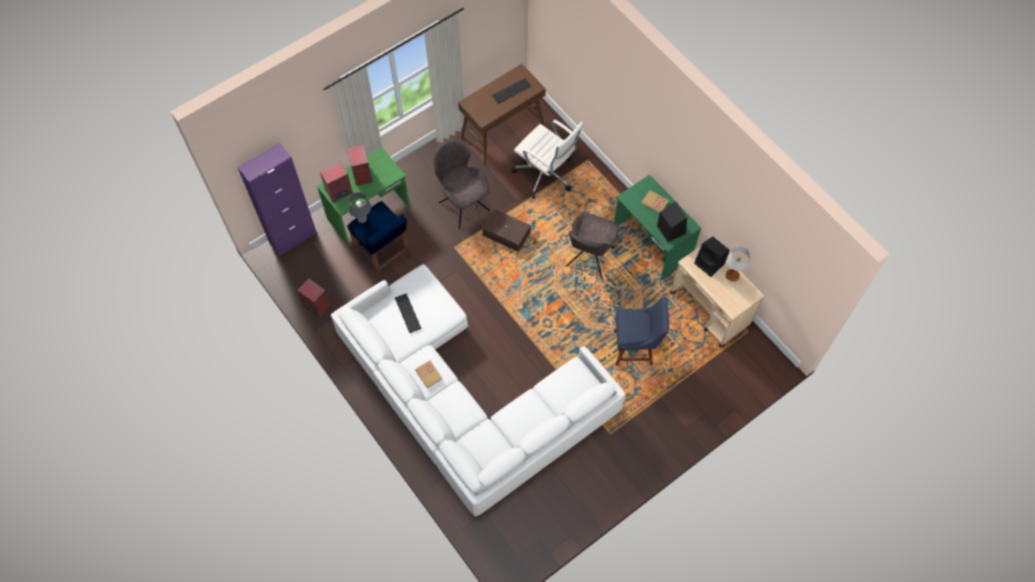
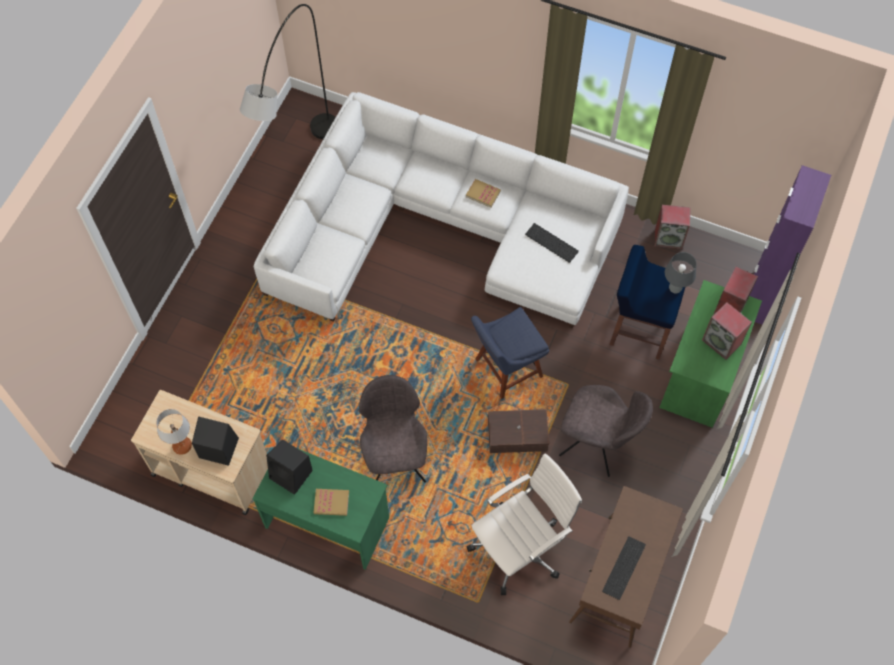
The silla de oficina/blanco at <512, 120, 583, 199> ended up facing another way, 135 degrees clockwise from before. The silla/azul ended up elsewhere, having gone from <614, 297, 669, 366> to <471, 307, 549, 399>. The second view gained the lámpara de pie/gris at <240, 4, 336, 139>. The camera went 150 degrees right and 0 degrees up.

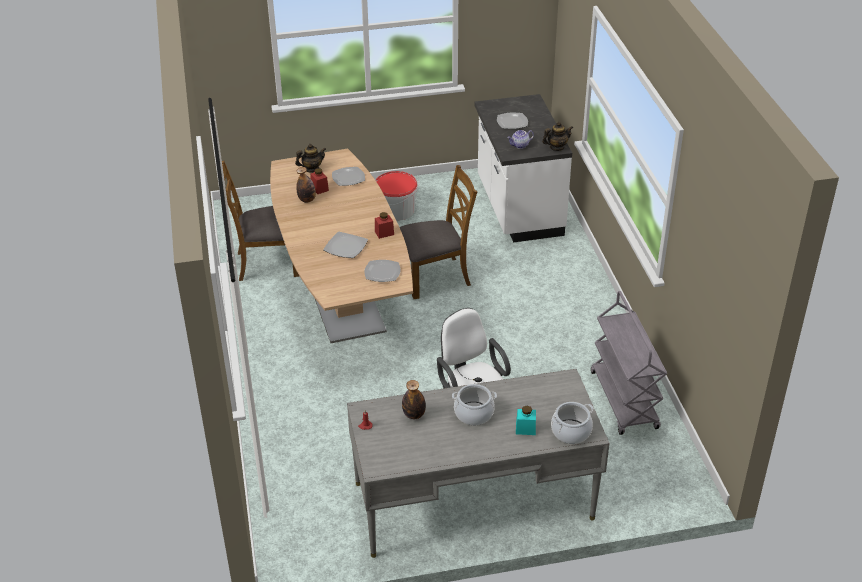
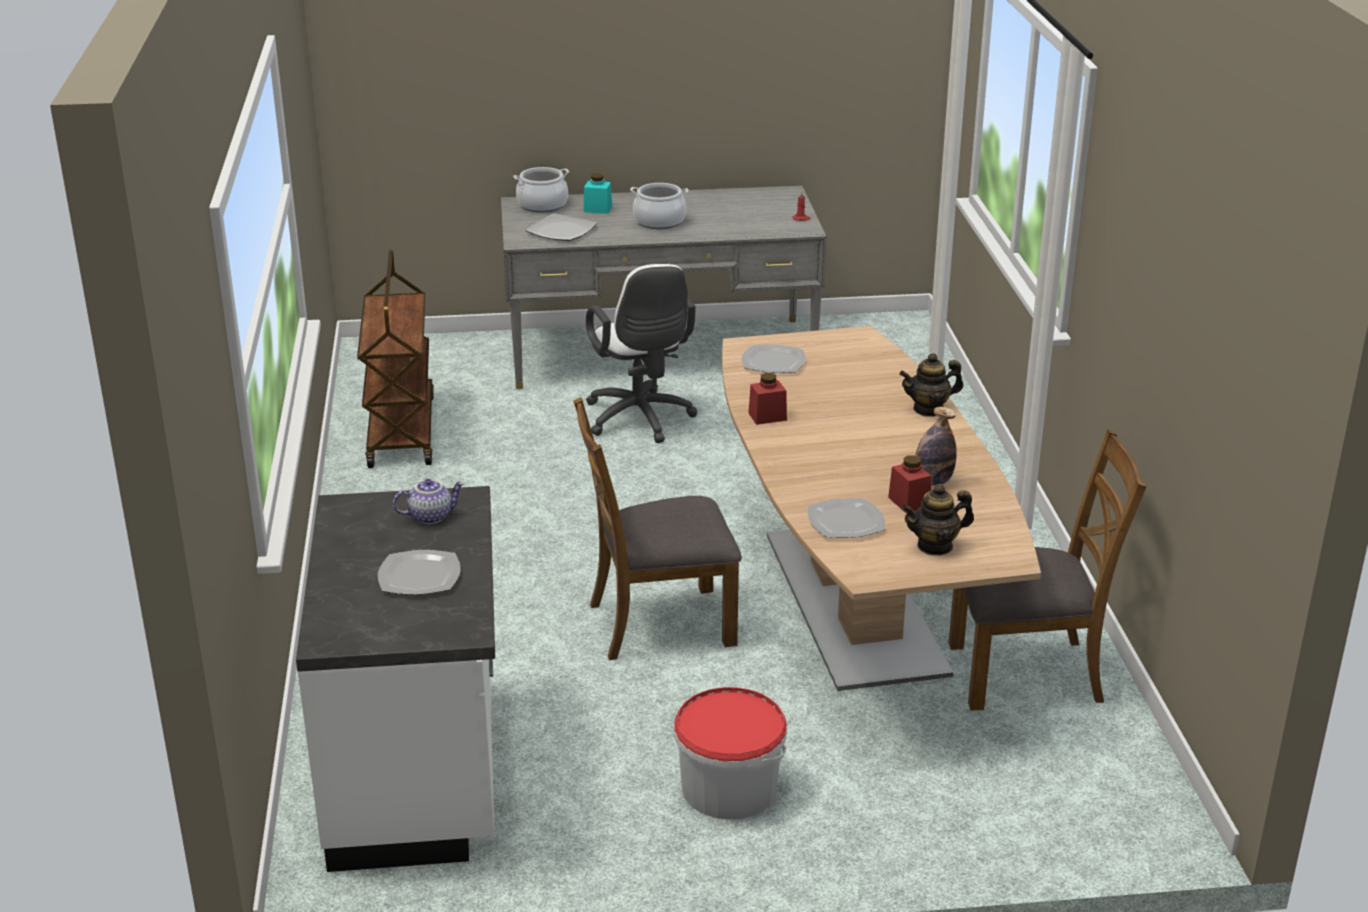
The tetera ended up elsewhere, having gone from <542, 122, 573, 151> to <899, 353, 963, 417>. The plato ended up elsewhere, having gone from <323, 232, 368, 258> to <525, 213, 597, 241>. What was the carrito/gris at <591, 291, 667, 435> turned into the carrito/marrón at <357, 250, 434, 468>. The second view lost the botella at <402, 380, 426, 419>. The camera went 175 degrees left and 10 degrees down.

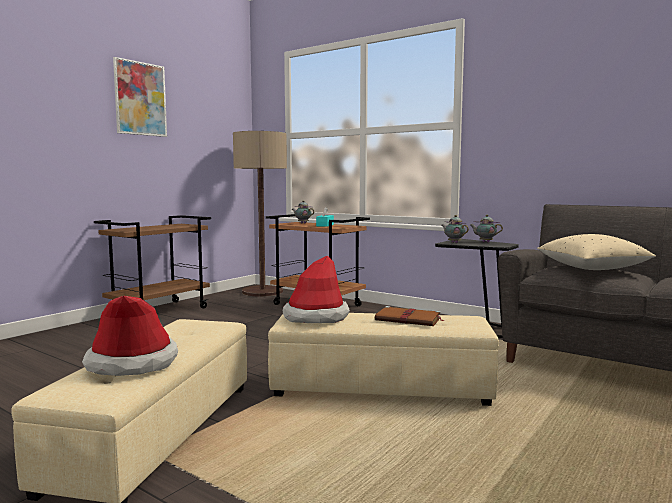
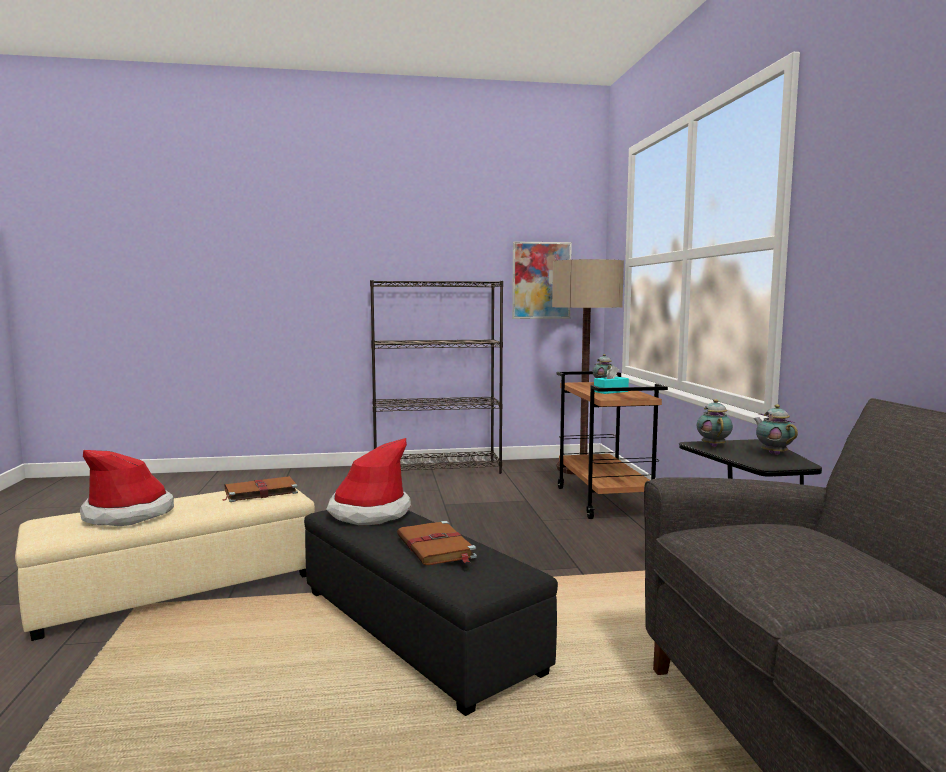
The cuadro ended up elsewhere, having gone from <113, 57, 167, 137> to <512, 241, 572, 319>. Where the carrito/marrón stood at <94, 215, 211, 309>, the estantería/negro came to stand at <370, 280, 503, 474>. The second view lost the cojín/beis at <537, 234, 656, 270>. What was the puf/beis at <268, 313, 499, 406> turned into the puf/negro at <304, 510, 558, 716>. The second view gained the libro/marrón at <222, 476, 298, 502>. The camera went 45 degrees right and 0 degrees up.

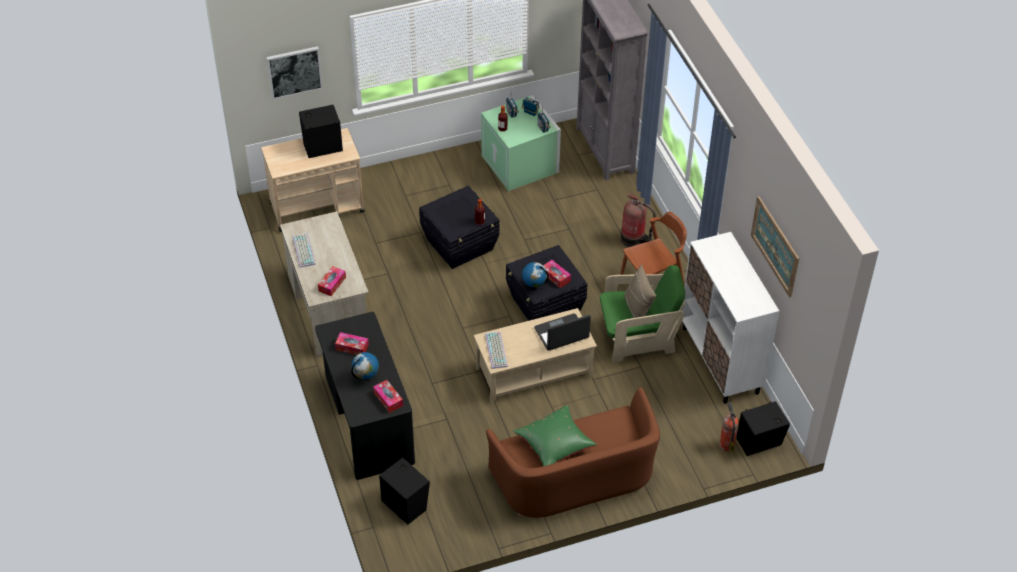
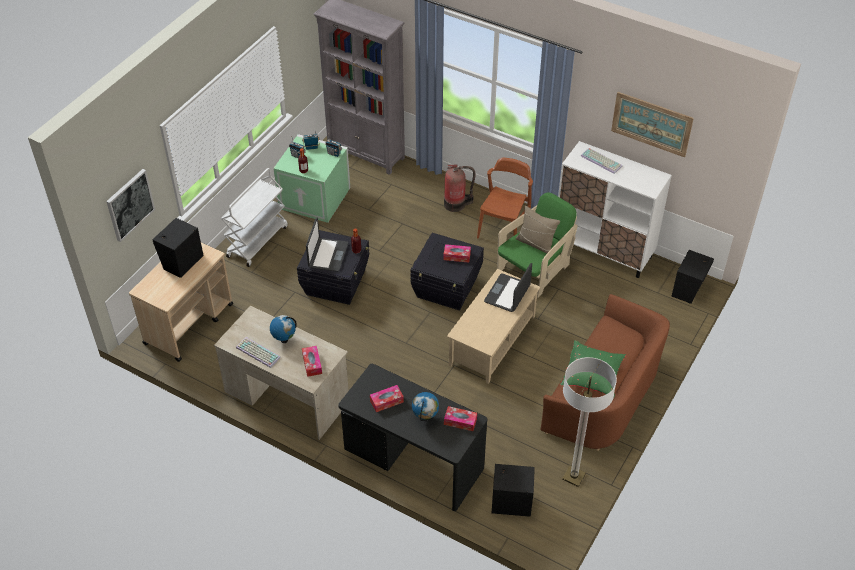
The globo terráqueo ended up elsewhere, having gone from <522, 262, 549, 290> to <270, 315, 297, 343>. The teclado ended up elsewhere, having gone from <485, 332, 508, 369> to <581, 148, 623, 174>. The second view lost the extintor at <719, 402, 739, 452>. The second view gained the carrito/blanco at <221, 168, 288, 267>. The second view gained the portátil at <306, 217, 348, 272>. The second view gained the lámpara de pie at <562, 357, 617, 487>. The camera went 40 degrees left and 0 degrees up.

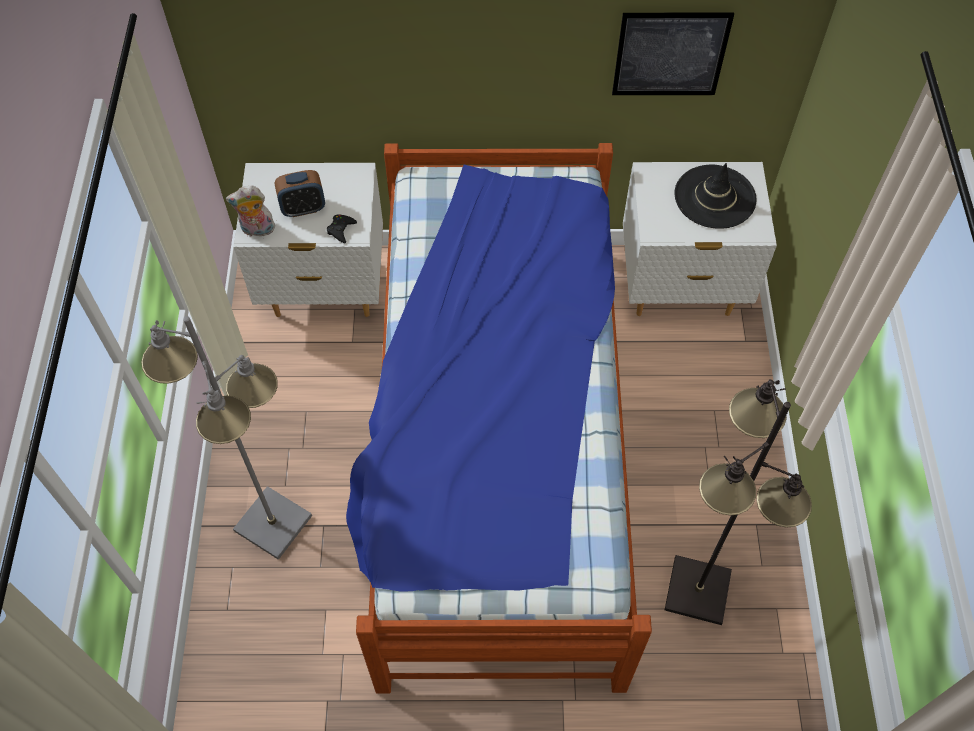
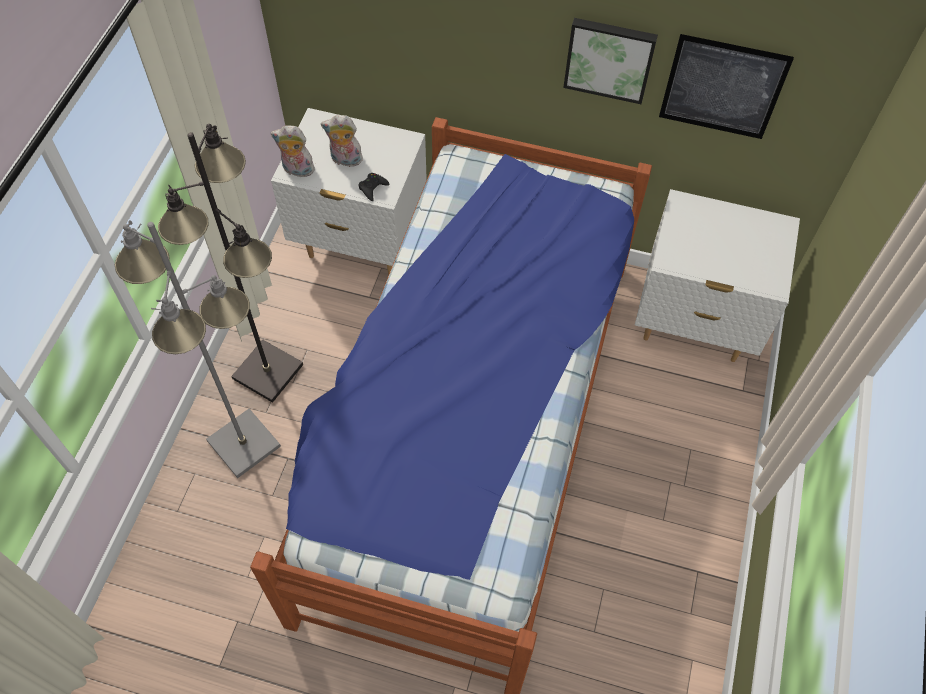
The second view lost the sombrero/negro at <675, 163, 756, 229>. Where the despertador stood at <275, 170, 325, 217>, the peluche came to stand at <321, 115, 363, 167>. The lámpara de pie/negro ended up elsewhere, having gone from <665, 379, 812, 625> to <158, 124, 303, 403>. The second view gained the cuadro at <563, 18, 658, 104>. The camera went 15 degrees right and 0 degrees up.

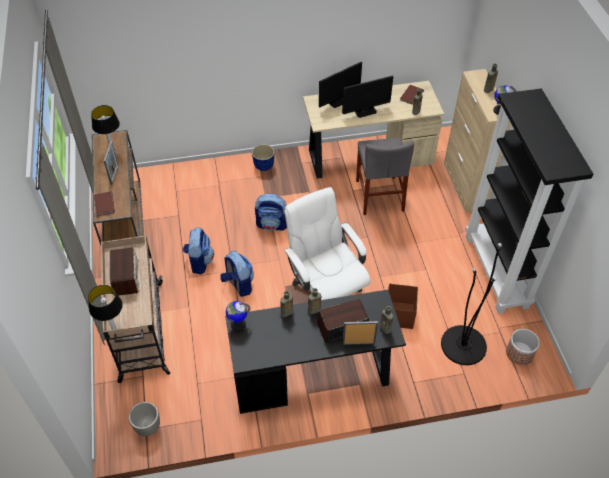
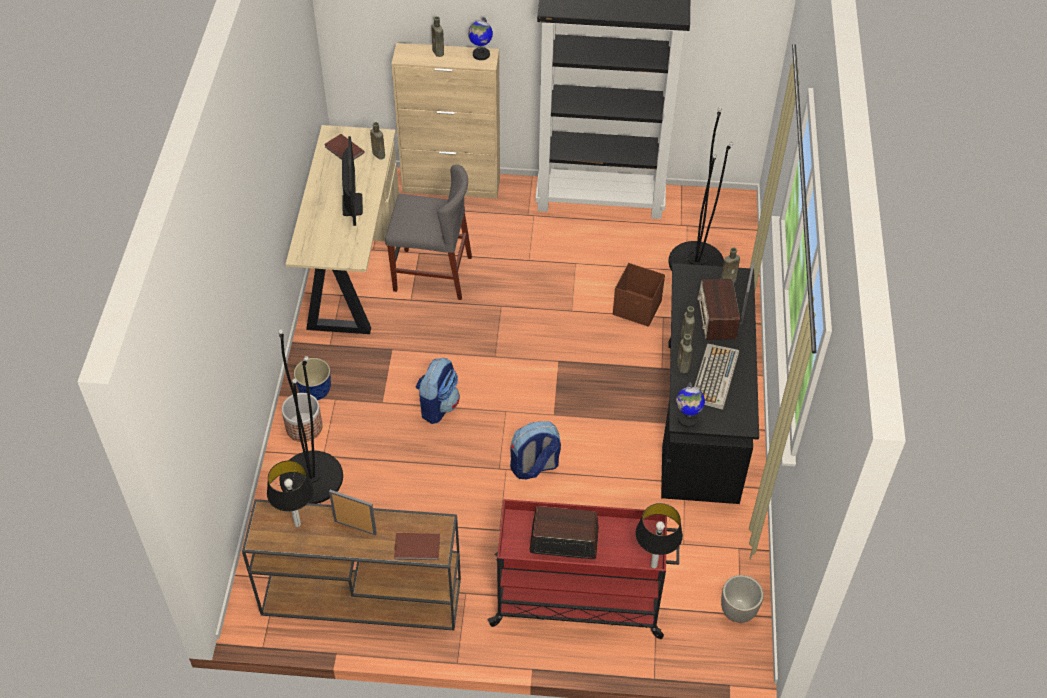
The second view lost the monitor at <319, 62, 362, 108>. The second view lost the silla de oficina/blanco at <284, 187, 370, 300>. The second view lost the mochila at <183, 228, 214, 274>. What was the carrito/beis at <101, 236, 170, 383> turned into the carrito/rojo at <487, 499, 679, 639>. The maceta ended up elsewhere, having gone from <506, 329, 540, 365> to <282, 393, 323, 442>. The second view gained the lámpara de pie/negro at <278, 329, 343, 504>. The second view gained the teclado at <694, 344, 739, 410>. The camera went 75 degrees left and 0 degrees up.

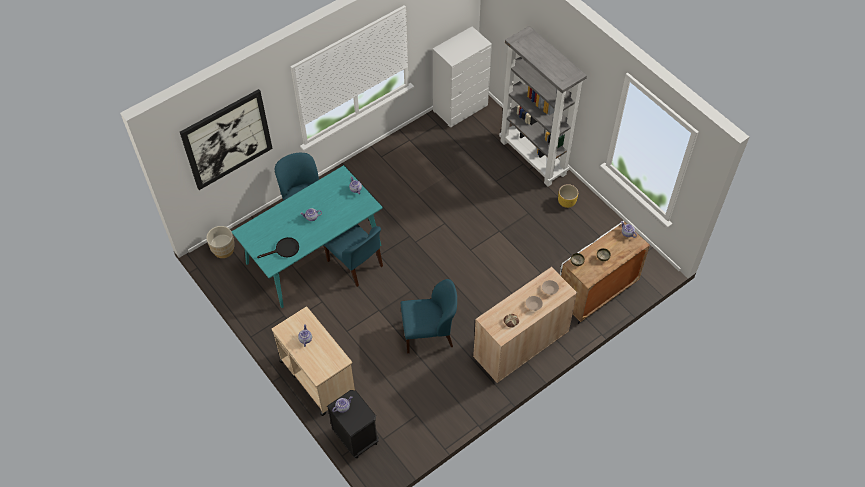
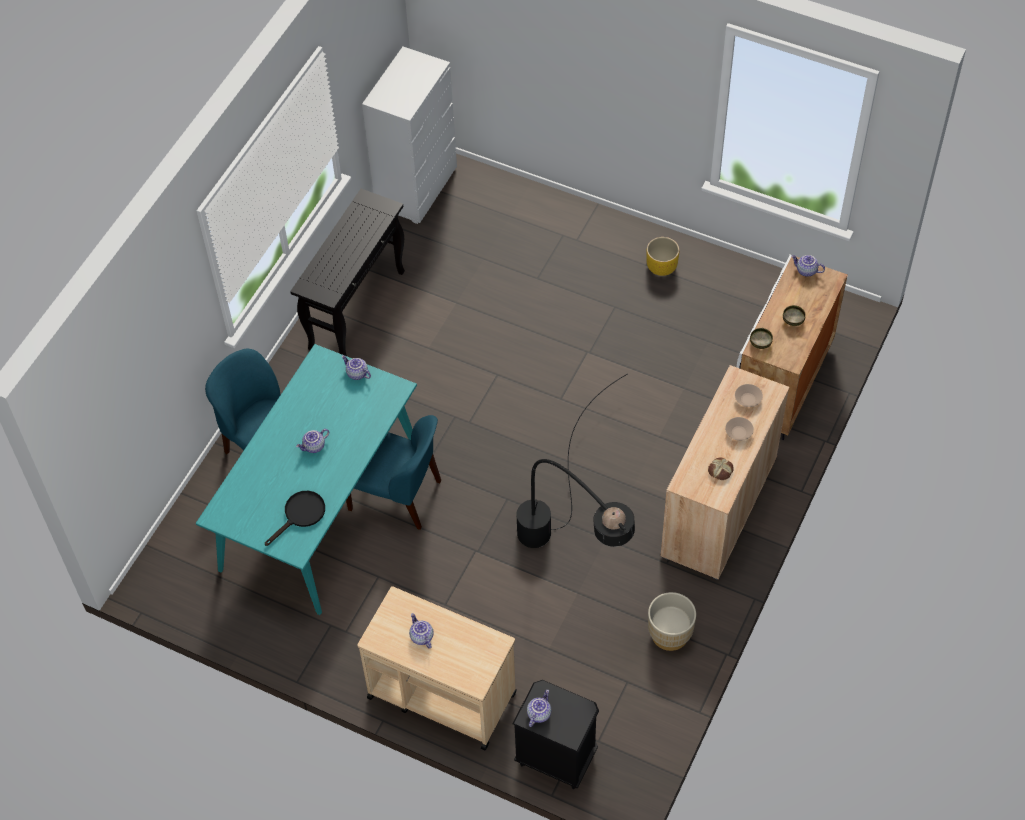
The second view lost the estantería/gris at <499, 26, 587, 186>. The second view lost the cuadro at <180, 89, 273, 190>. The maceta/beis ended up elsewhere, having gone from <206, 226, 235, 258> to <648, 592, 696, 651>. Where the silla/azul stood at <401, 279, 457, 353>, the lámpara de pie/negro came to stand at <517, 374, 635, 548>. The second view gained the mesa consola/negro at <290, 189, 405, 356>. The camera went 25 degrees left and 0 degrees up.

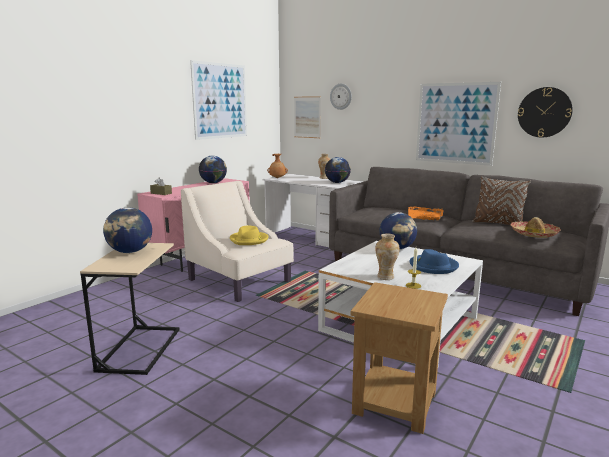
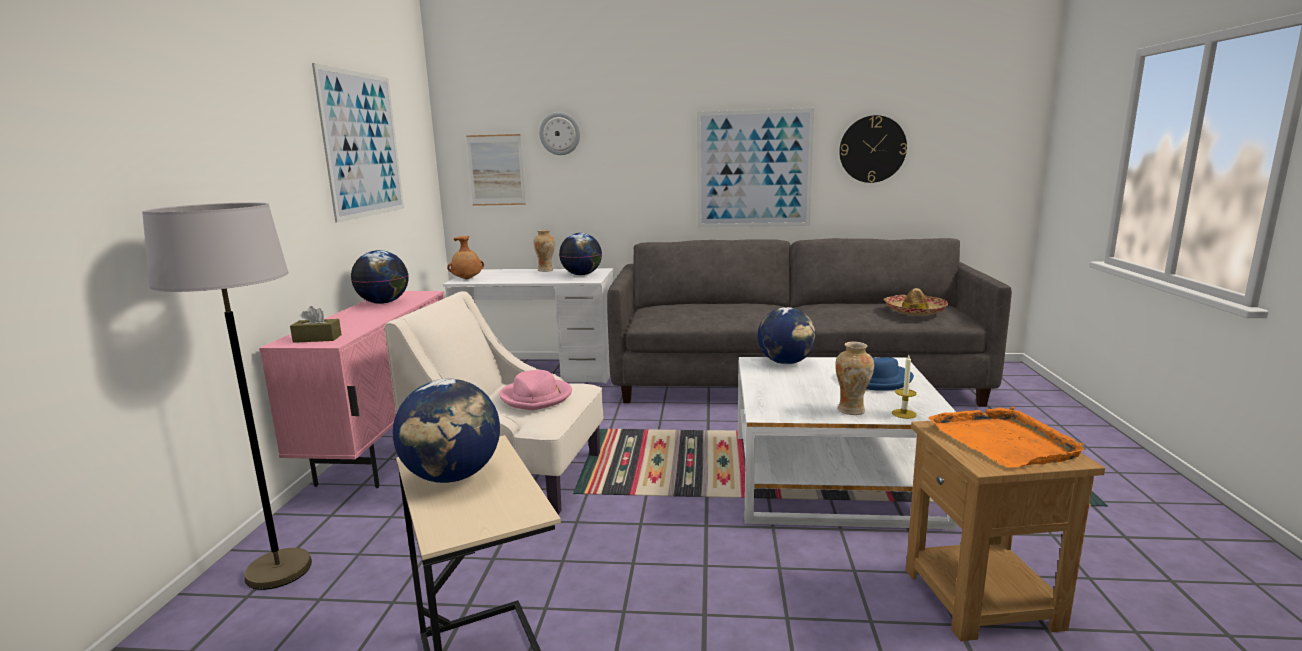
The second view lost the cojín/marrón at <472, 176, 531, 225>. The bandeja/naranja ended up elsewhere, having gone from <408, 207, 444, 220> to <928, 407, 1086, 468>. What was the sombrero/amarillo at <230, 225, 269, 245> turned into the sombrero/rosa at <499, 370, 572, 410>. The second view gained the lámpara de pie/gris at <142, 202, 312, 590>. The camera went 30 degrees left and 0 degrees up.

